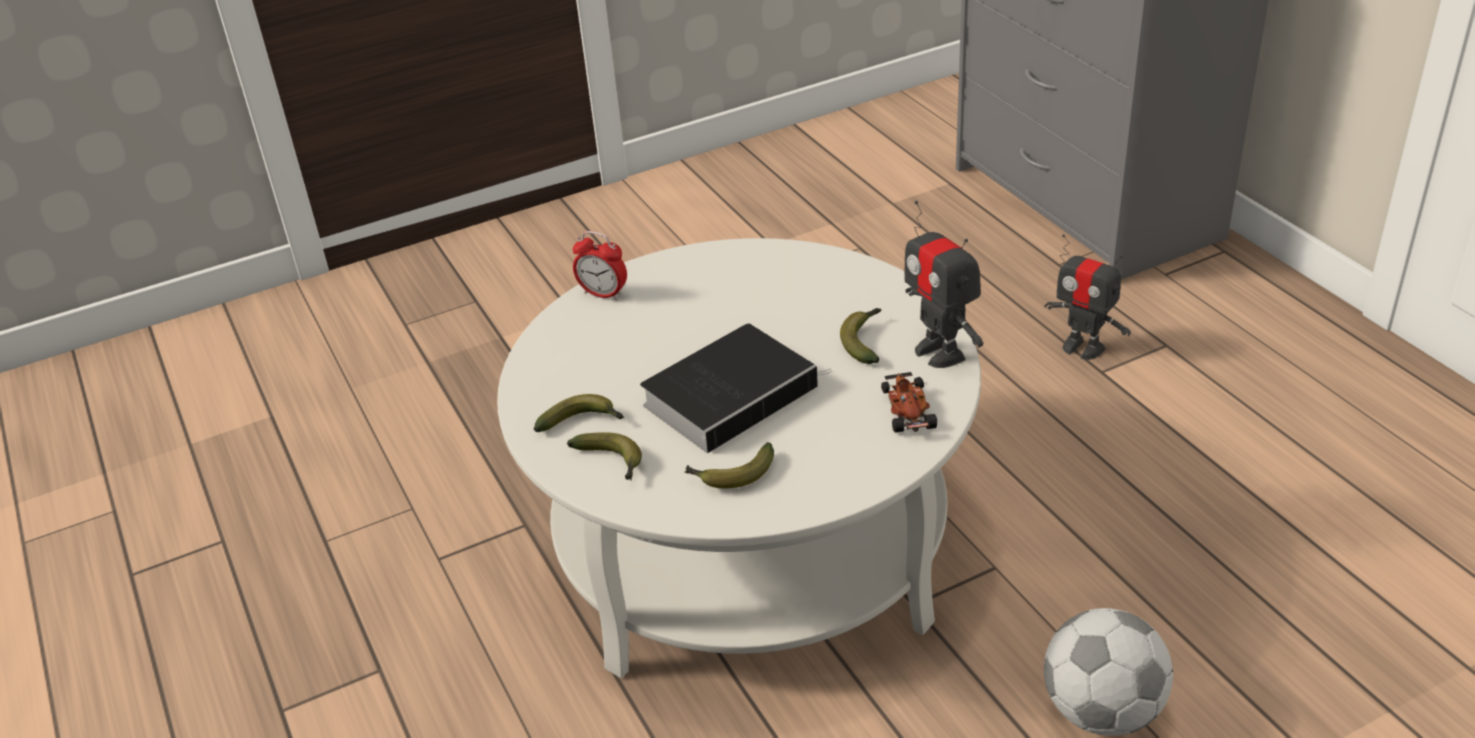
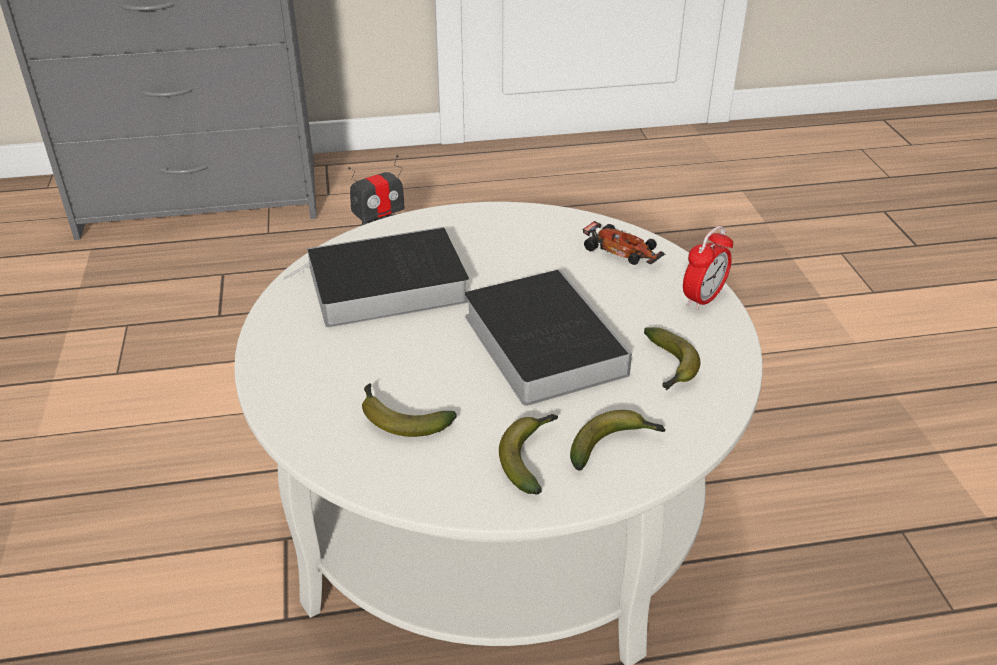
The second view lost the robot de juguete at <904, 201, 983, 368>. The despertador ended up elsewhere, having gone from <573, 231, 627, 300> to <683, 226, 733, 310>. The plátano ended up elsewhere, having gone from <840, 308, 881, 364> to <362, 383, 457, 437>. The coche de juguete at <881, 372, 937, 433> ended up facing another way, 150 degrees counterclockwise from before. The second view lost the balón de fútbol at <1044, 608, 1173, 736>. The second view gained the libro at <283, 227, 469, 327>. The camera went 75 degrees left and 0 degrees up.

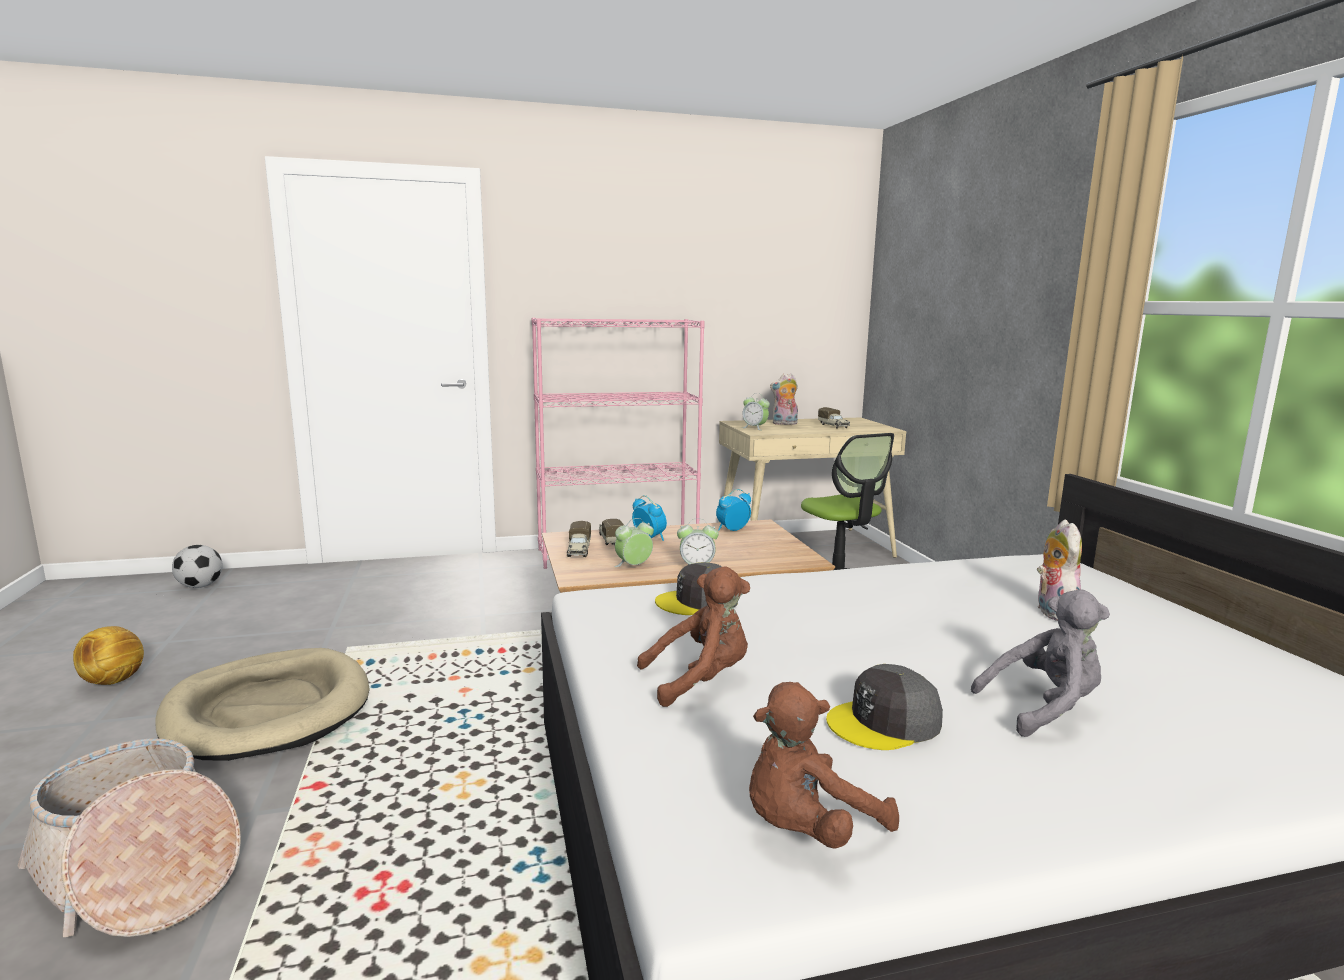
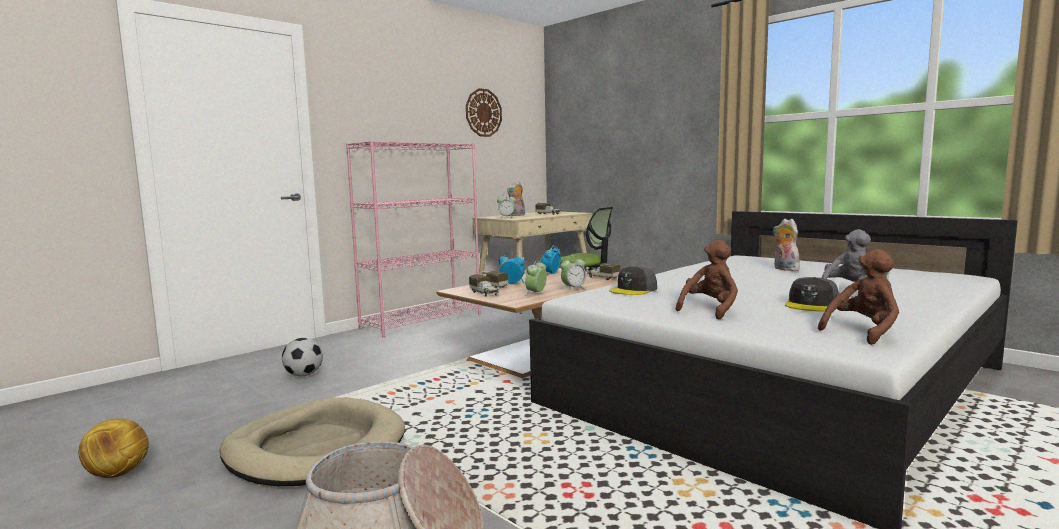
The balón de fútbol ended up elsewhere, having gone from <172, 545, 223, 588> to <282, 338, 323, 377>. The peluche/marrón at <749, 682, 899, 849> ended up facing another way, 150 degrees counterclockwise from before. The second view gained the reloj de pared at <466, 88, 502, 137>. The second view gained the camión de juguete at <587, 263, 621, 280>. The camera went 30 degrees left and 5 degrees down.

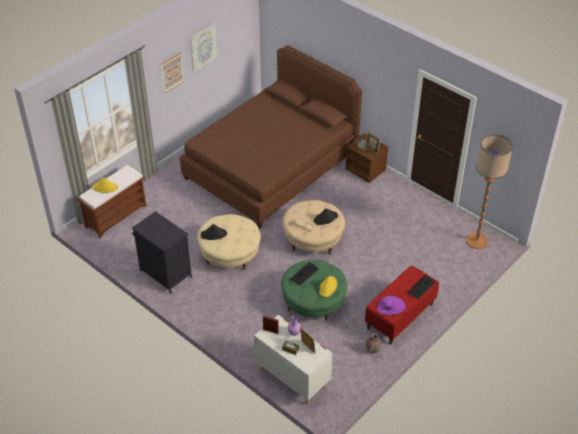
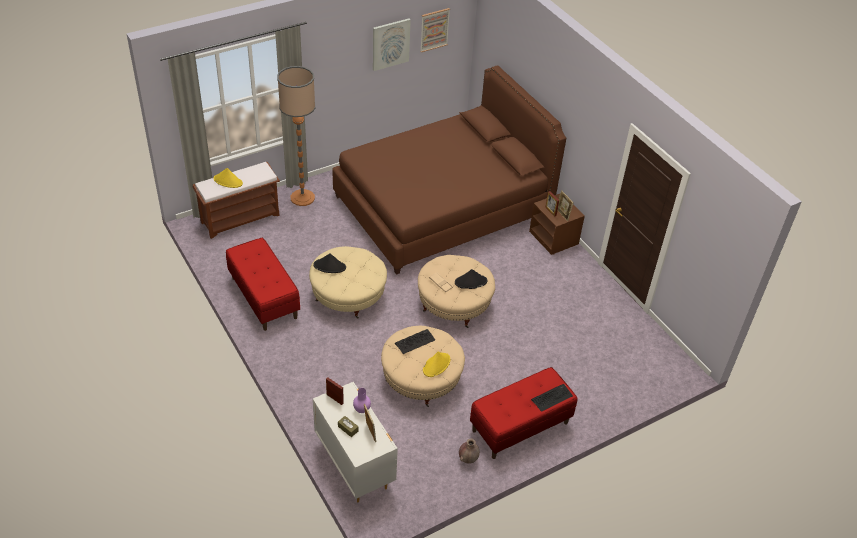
The cuadro ended up elsewhere, having gone from <161, 52, 184, 93> to <420, 8, 450, 52>. The lámpara de pie ended up elsewhere, having gone from <466, 134, 513, 249> to <277, 66, 316, 206>. Where the armario/negro stood at <132, 211, 192, 293>, the banco/rojo came to stand at <226, 238, 300, 331>. What was the puf/verde at <281, 260, 347, 321> turned into the puf/beis at <381, 326, 465, 407>. The second view lost the sombrero/morado at <377, 296, 406, 315>. The camera went 15 degrees right and 0 degrees up.

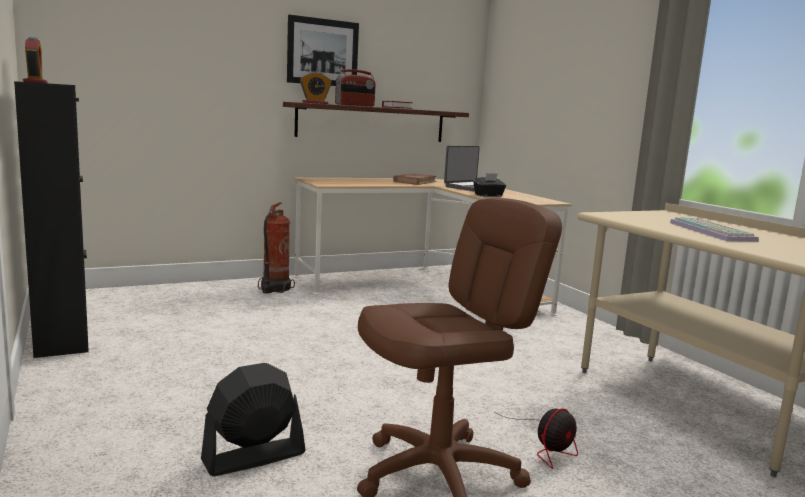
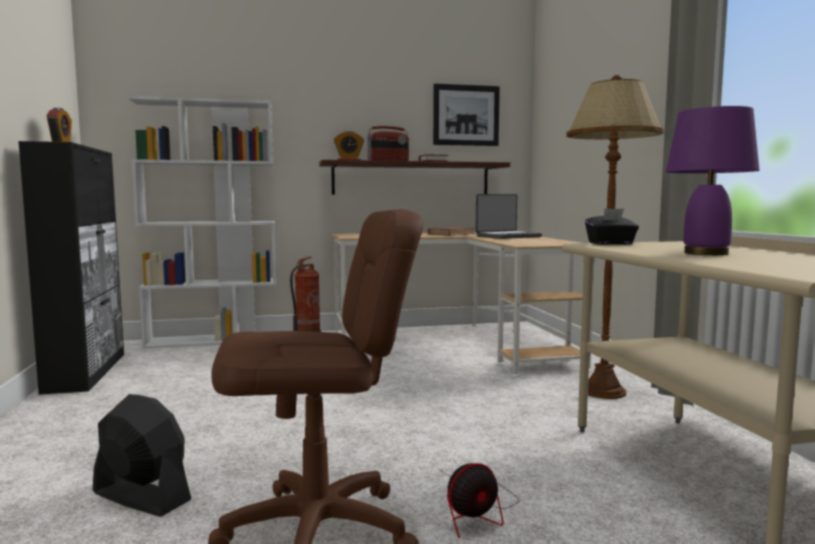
The cuadro ended up elsewhere, having gone from <287, 15, 359, 86> to <433, 84, 500, 146>. The caja de pañuelos/negro ended up elsewhere, having gone from <473, 173, 506, 197> to <585, 208, 639, 245>. Where the teclado stood at <670, 217, 759, 242>, the lámpara de mesa/morado came to stand at <666, 106, 759, 255>. The ventilador/negro at <201, 363, 306, 476> ended up facing another way, 45 degrees clockwise from before. The second view gained the lámpara de pie/marrón at <566, 75, 664, 399>. The second view gained the estantería/blanco at <128, 96, 276, 349>. The camera went 15 degrees right and 5 degrees down.

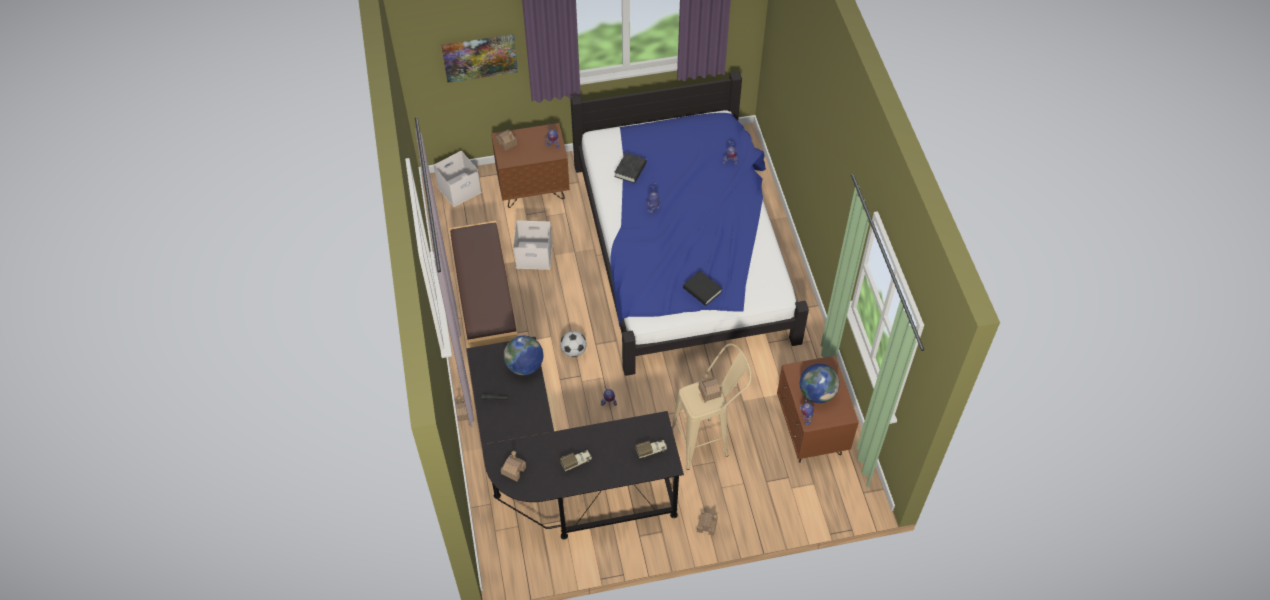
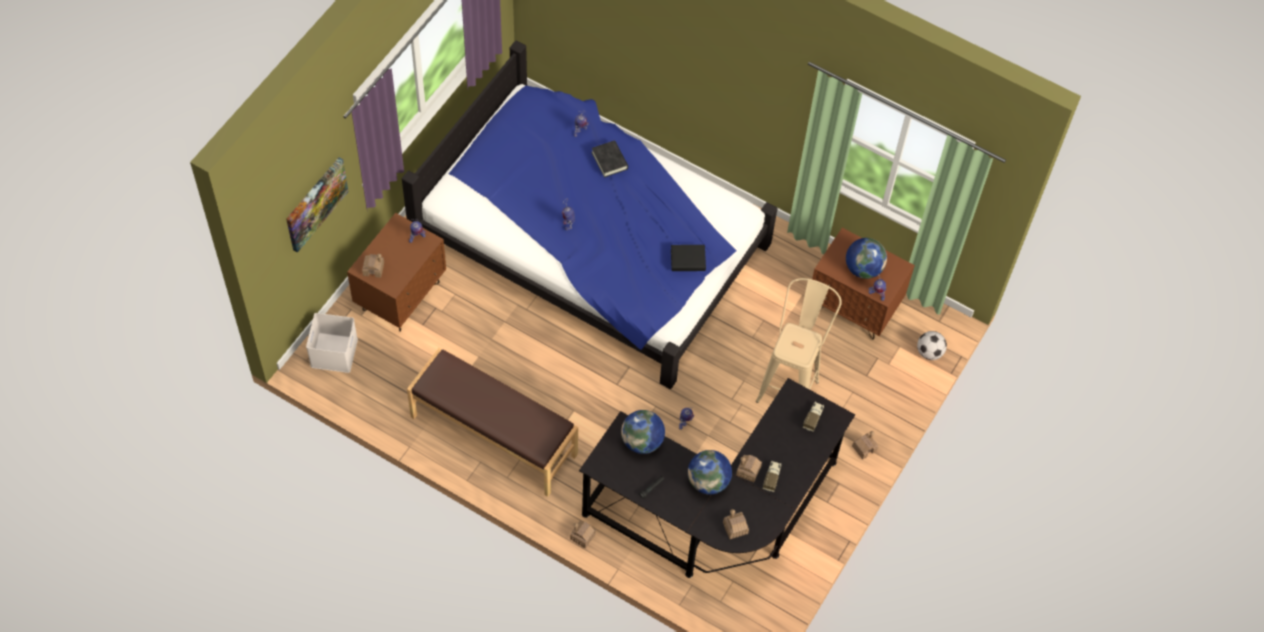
The libro/negro ended up elsewhere, having gone from <614, 153, 647, 183> to <591, 141, 628, 178>. The second view lost the caja de almacenaje/blanco at <513, 221, 553, 270>. The balón de fútbol ended up elsewhere, having gone from <560, 331, 587, 357> to <917, 331, 947, 360>. The casita ended up elsewhere, having gone from <699, 373, 722, 402> to <736, 455, 762, 482>. The second view gained the globo terráqueo at <688, 450, 732, 494>. The camera went 50 degrees left and 5 degrees up.

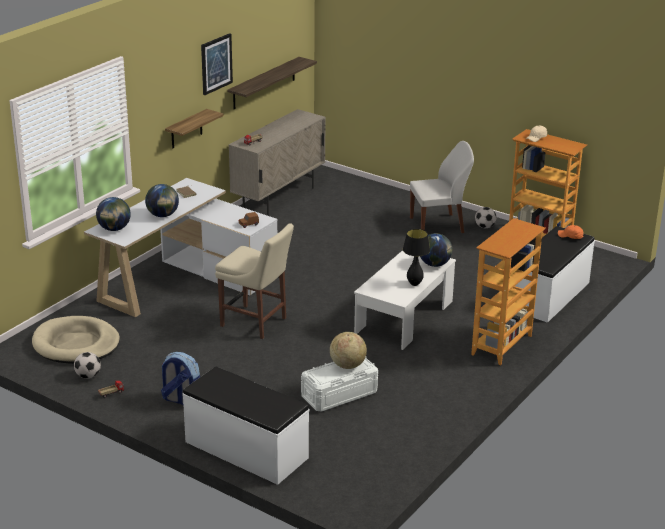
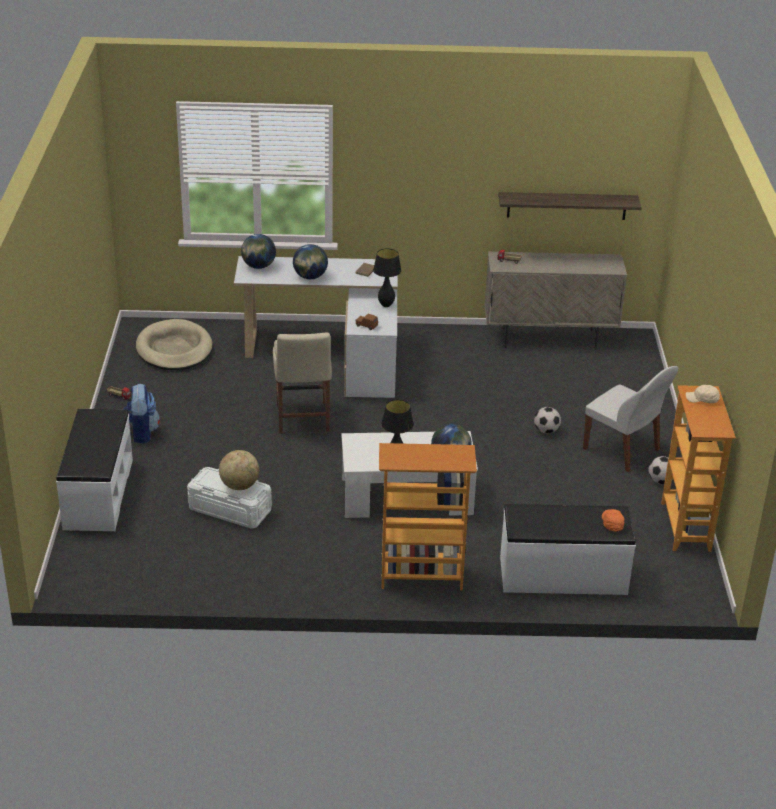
The second view lost the cuadro at <201, 33, 233, 95>. The second view lost the estante at <165, 109, 224, 149>. The balón de fútbol ended up elsewhere, having gone from <74, 352, 101, 379> to <534, 407, 561, 434>. The second view gained the lámpara de mesa/negro at <373, 249, 401, 307>. The camera went 55 degrees right and 5 degrees up.

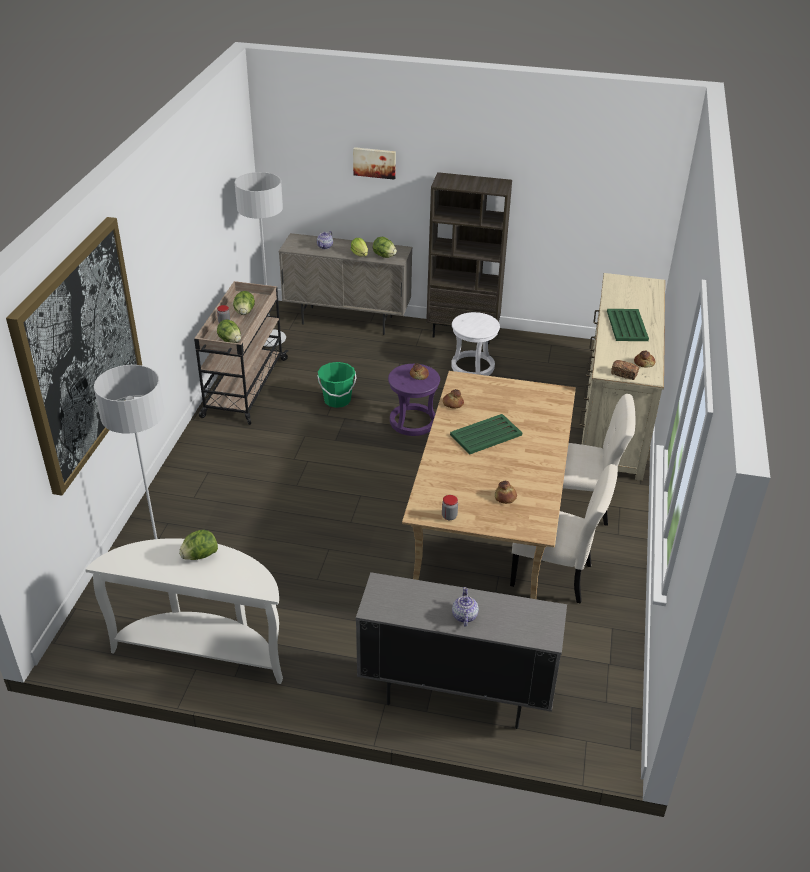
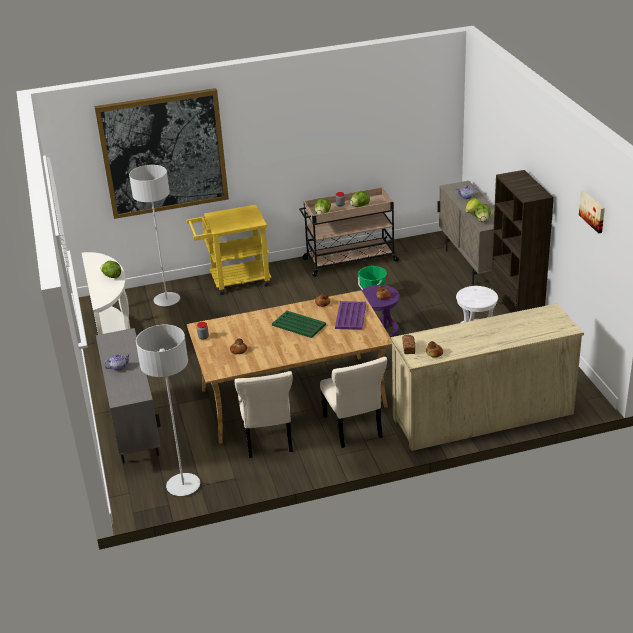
The cuadro ended up elsewhere, having gone from <353, 147, 396, 180> to <579, 190, 605, 233>. The lámpara de pie/gris ended up elsewhere, having gone from <235, 172, 286, 347> to <136, 325, 200, 496>. The second view lost the bandeja/verde at <607, 309, 649, 341>. The second view gained the carrito/amarillo at <187, 205, 271, 295>. The second view gained the bandeja/morado at <335, 301, 366, 330>. The camera went 65 degrees right and 5 degrees down.

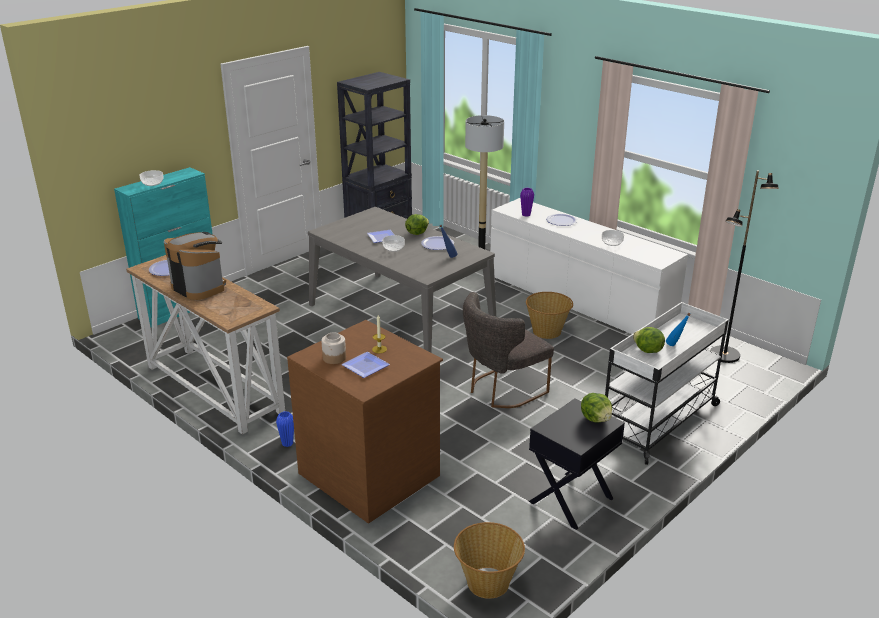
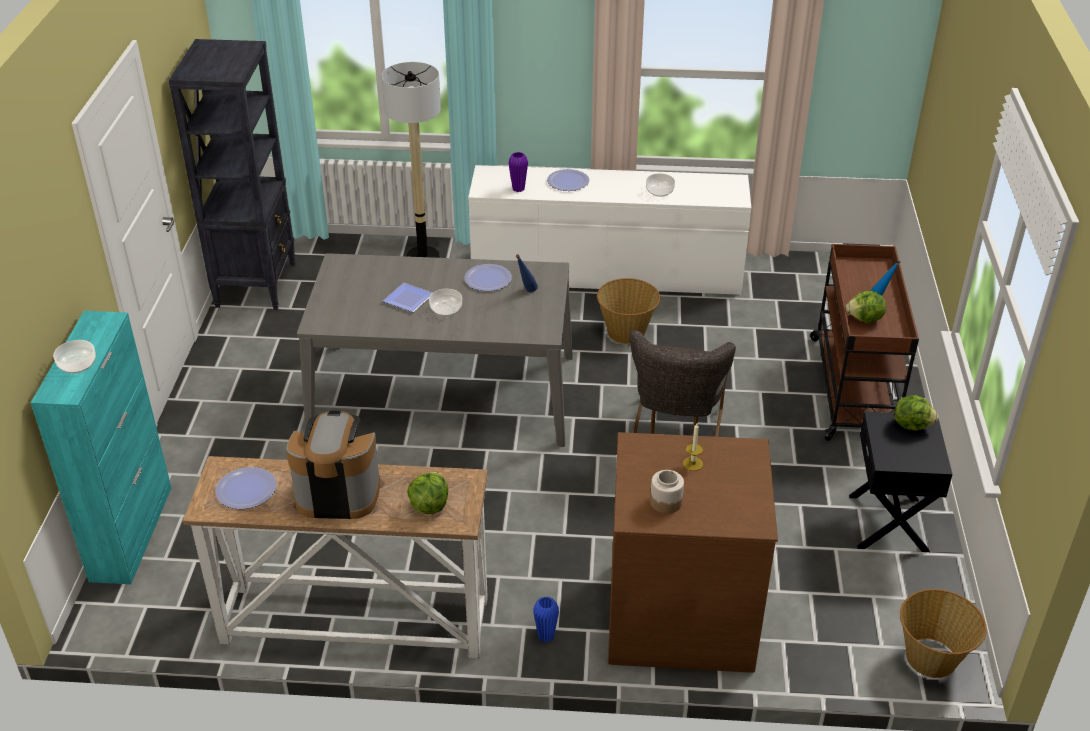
The second view lost the lámpara de pie/negro at <711, 171, 779, 363>. The lechuga ended up elsewhere, having gone from <405, 214, 429, 235> to <407, 472, 448, 514>. What was the carrito/blanco at <605, 302, 728, 465> turned into the carrito/marrón at <810, 243, 919, 441>. The second view lost the plato at <341, 352, 390, 378>. The camera went 40 degrees left and 10 degrees up.

